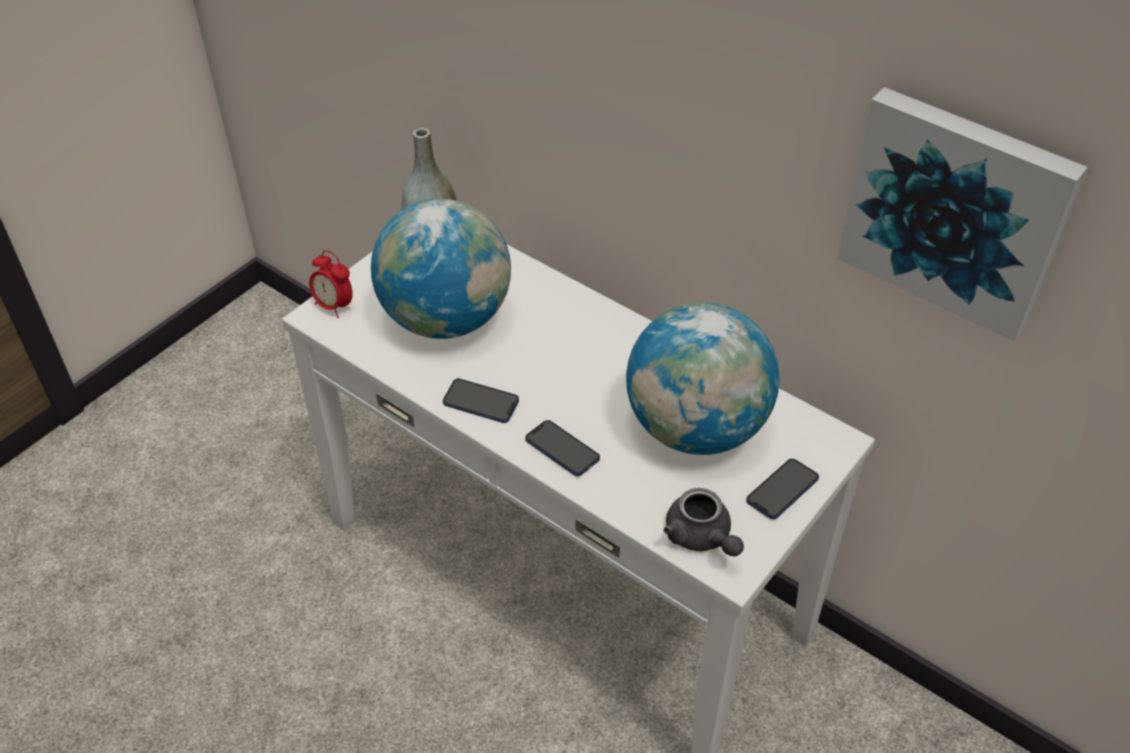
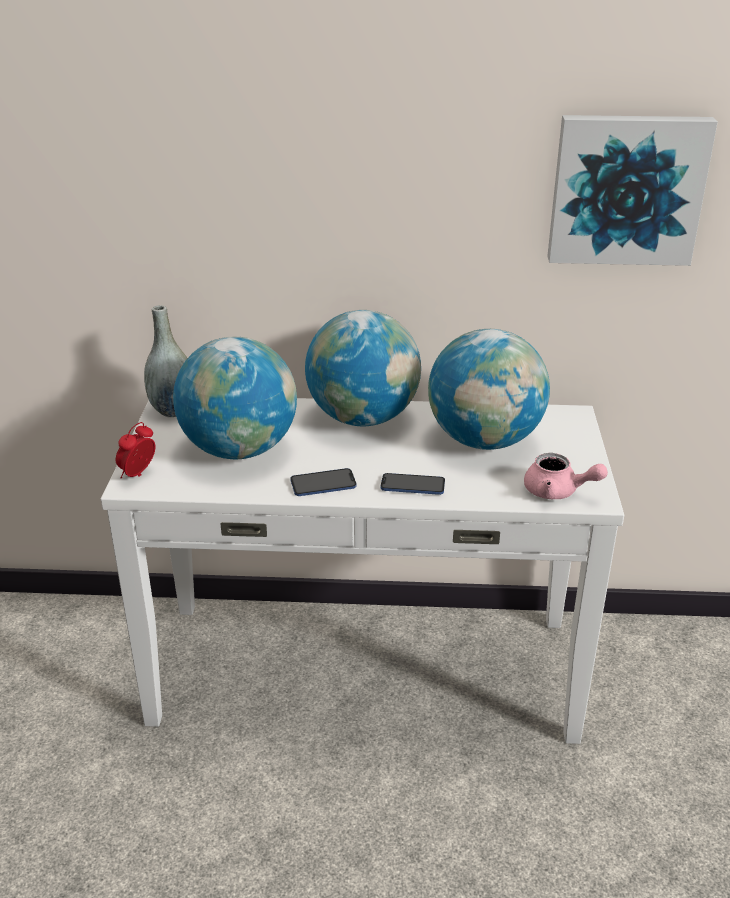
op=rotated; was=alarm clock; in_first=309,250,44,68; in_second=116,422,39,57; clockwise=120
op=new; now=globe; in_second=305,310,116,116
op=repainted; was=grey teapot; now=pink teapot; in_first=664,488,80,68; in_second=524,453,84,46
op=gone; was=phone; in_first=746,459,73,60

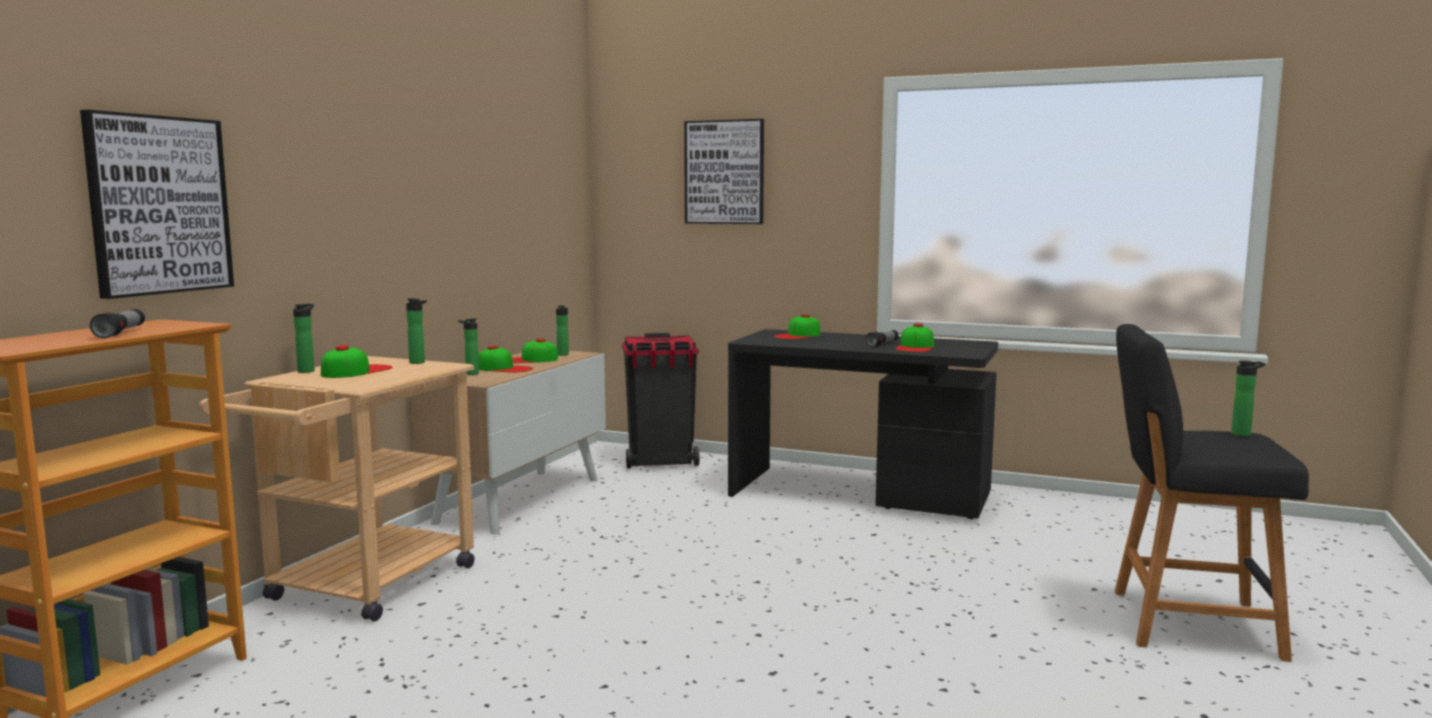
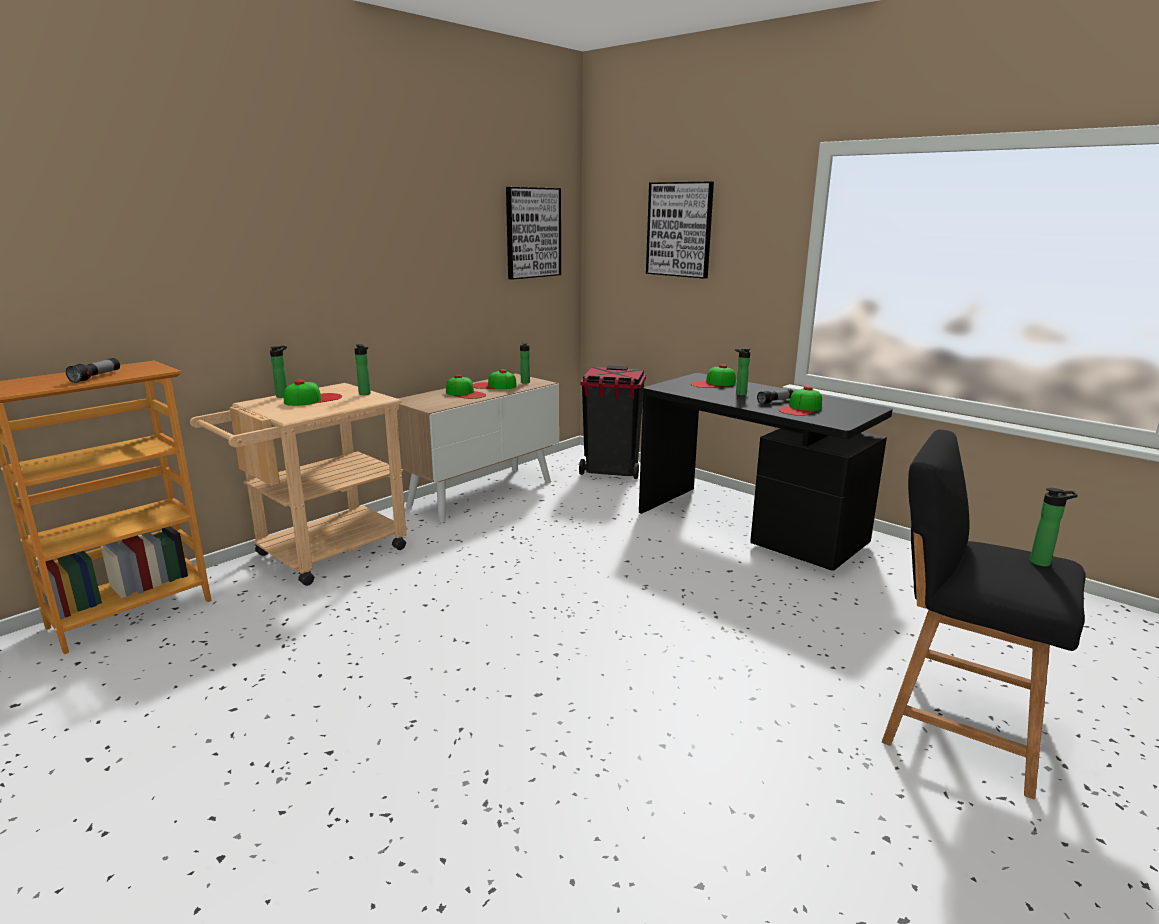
op=shifted; was=picture; in_first=80,110,154,189; in_second=506,187,55,93
op=shifted; was=bottle; in_first=458,318,21,57; in_second=735,348,15,48

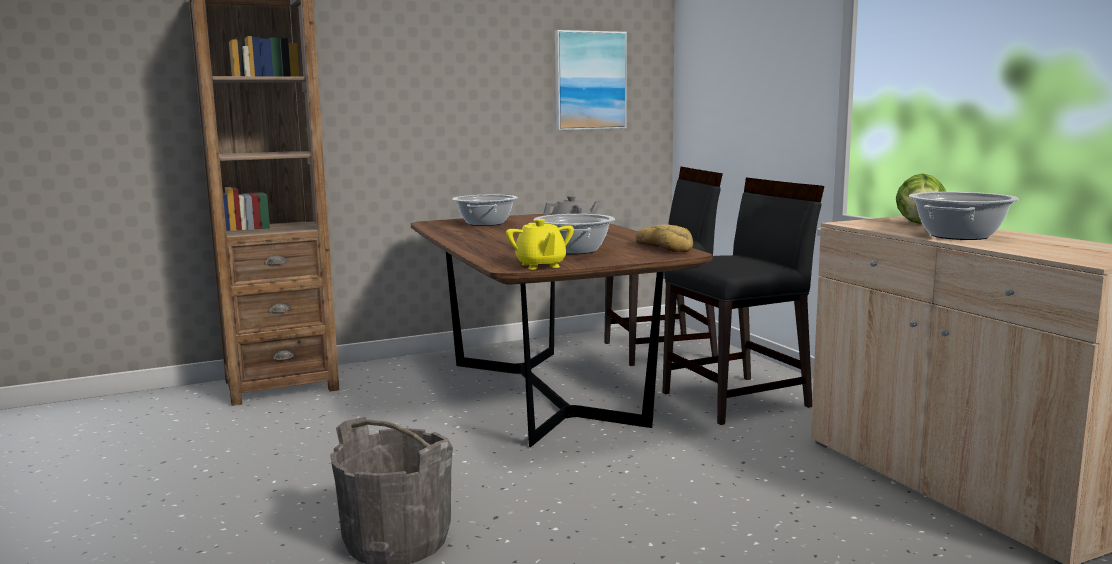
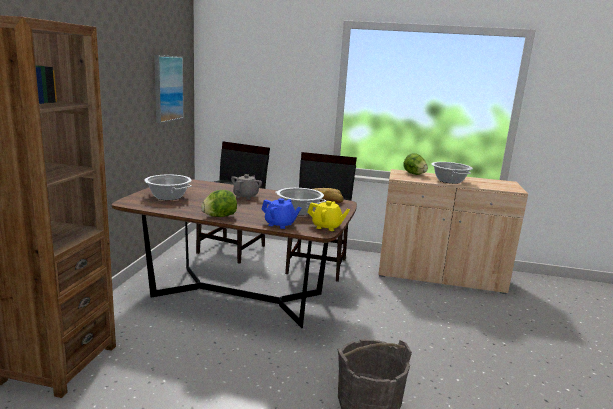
op=new; now=lettuce; in_second=201,190,36,27
op=new; now=blue teapot; in_second=262,198,39,31

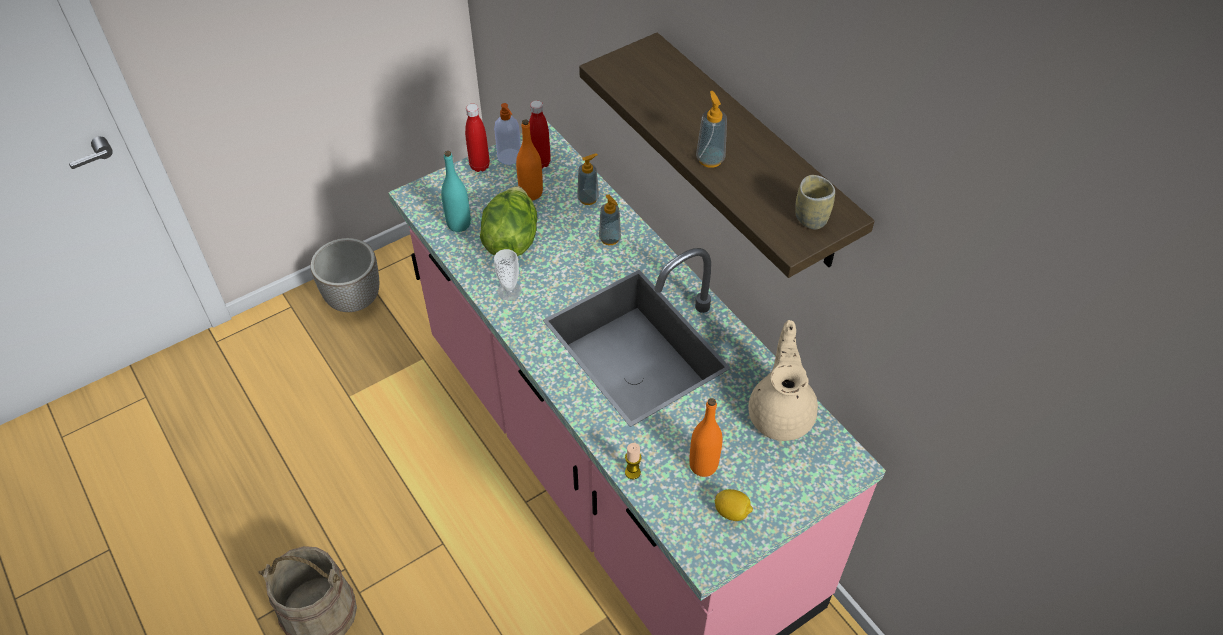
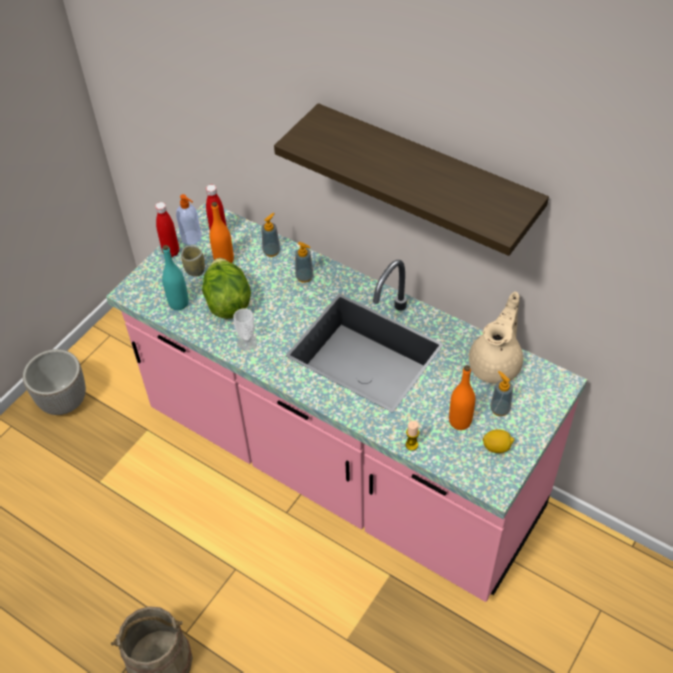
op=shifted; was=cup; in_first=795,175,40,54; in_second=181,246,24,31
op=rotated; was=beige teapot; in_first=748,320,70,121; in_second=469,292,54,92; clockwise=45
op=shifted; was=soap dispenser; in_first=696,91,31,77; in_second=490,371,23,45

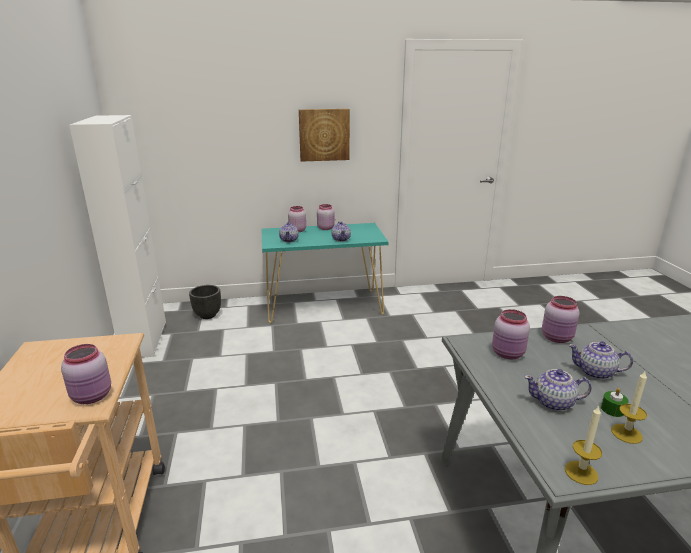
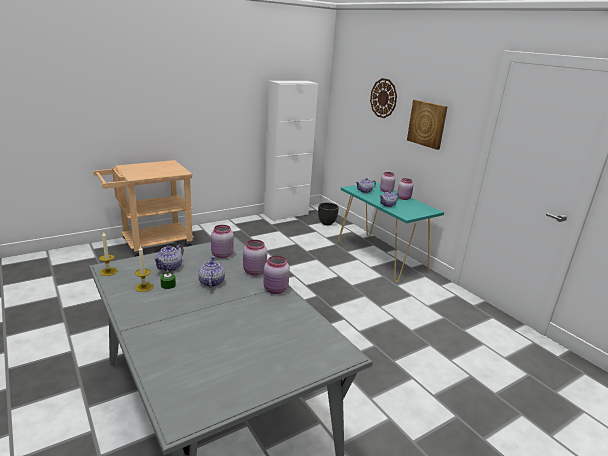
op=rotated; was=teapot; in_first=524,369,68,42; in_second=153,245,31,27; clockwise=-135
op=shifted; was=pink jar; in_first=61,344,50,60; in_second=263,256,27,38
op=new; now=wall clock; in_second=370,78,27,40

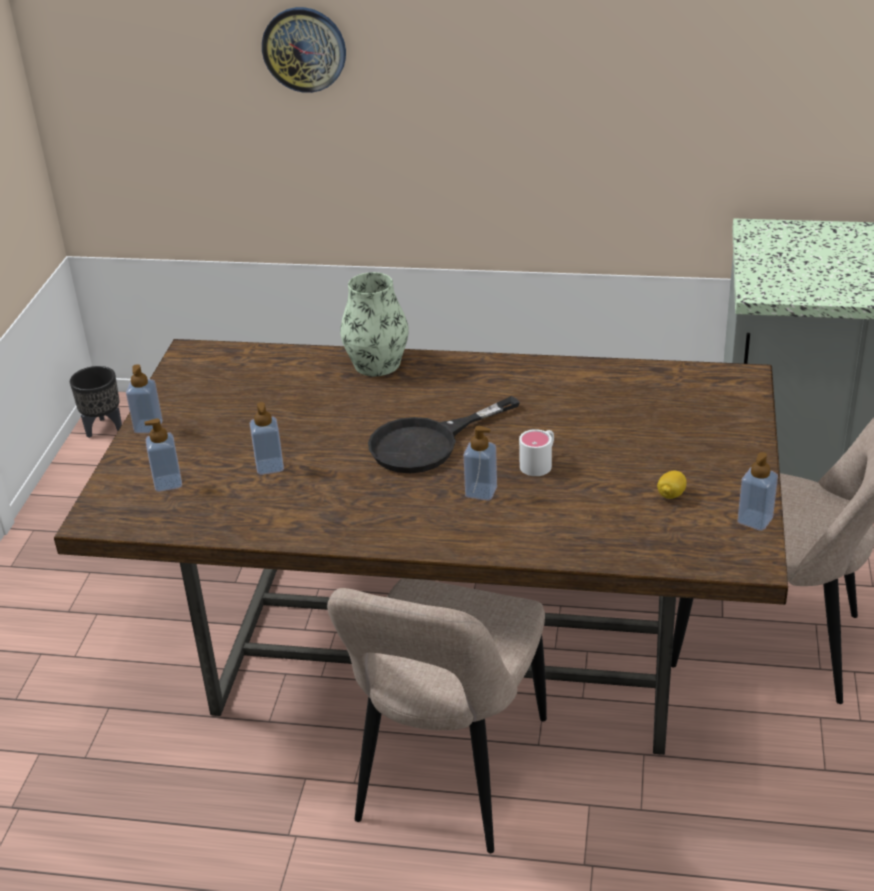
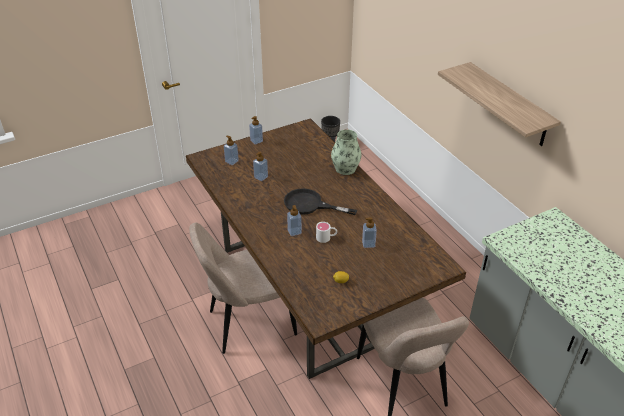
op=shifted; was=soap dispenser; in_first=737,452,41,79; in_second=362,217,15,31
op=new; now=shelf; in_second=438,62,123,84
op=gone; was=wall clock; in_first=262,7,84,86

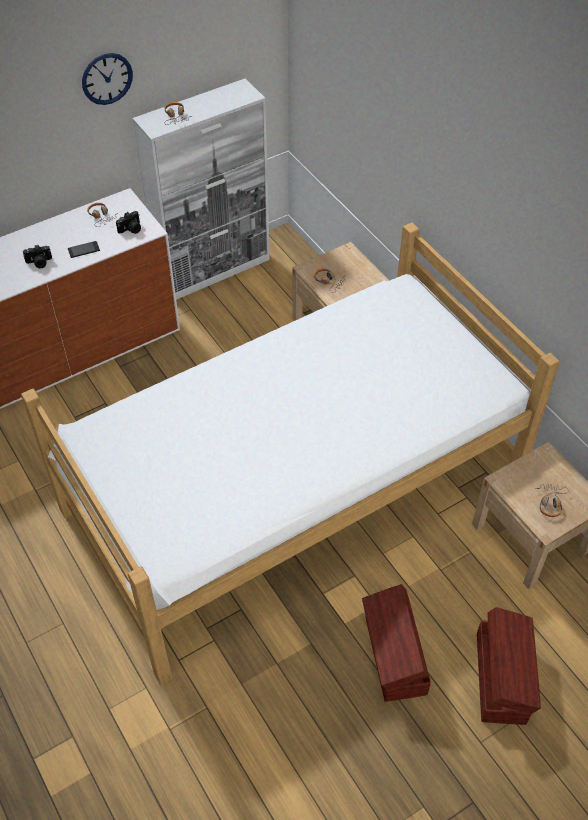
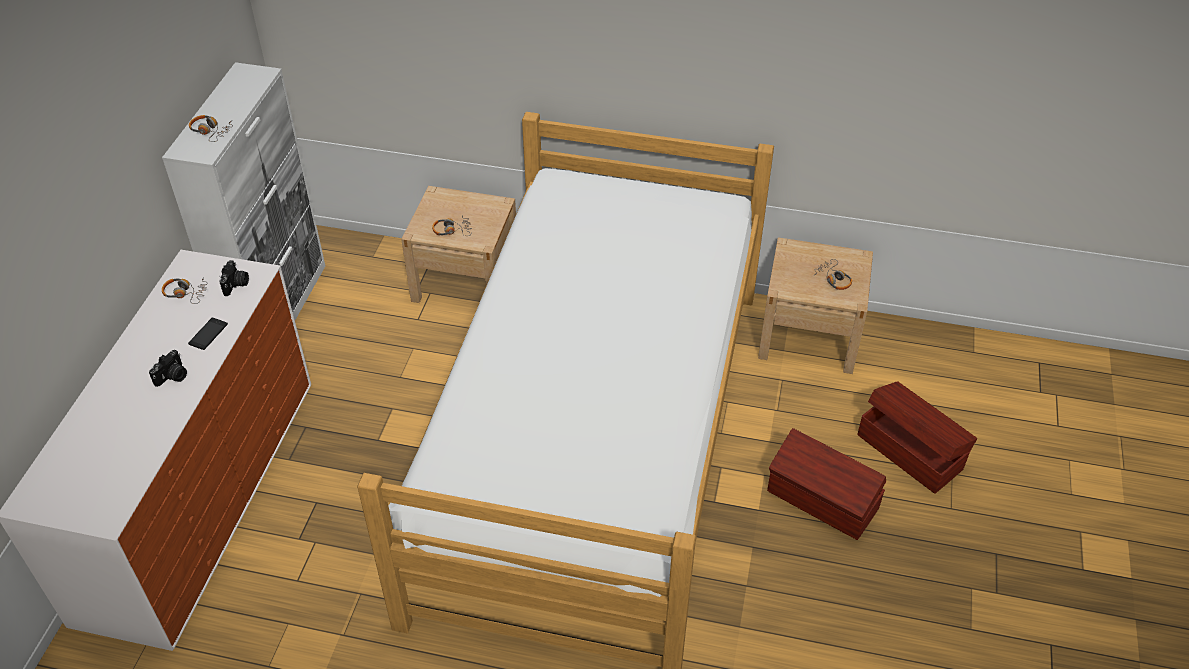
op=gone; was=wall clock; in_first=82,53,51,52

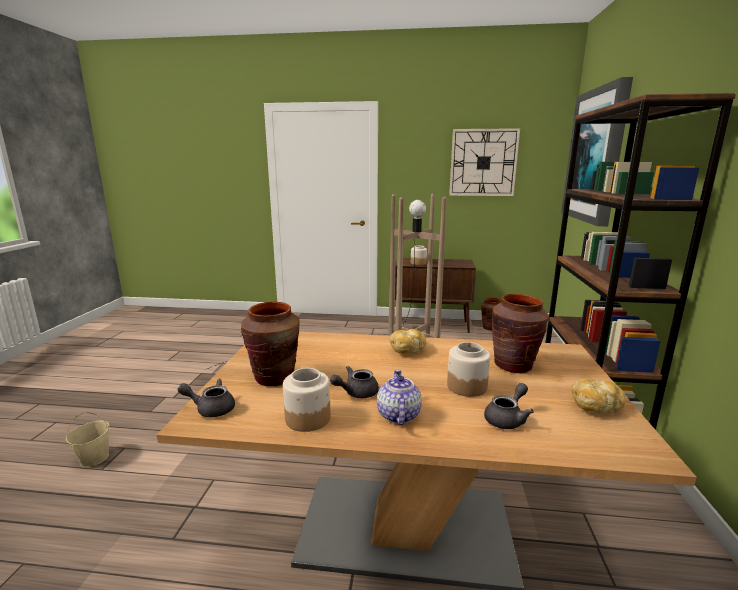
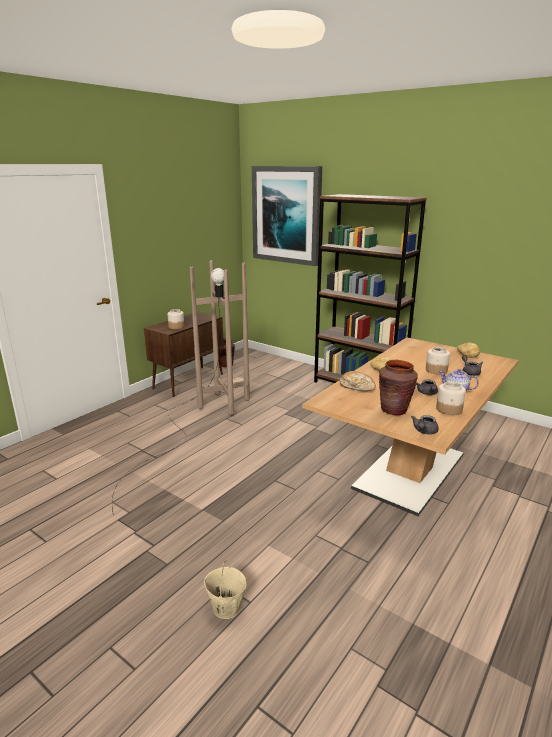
op=new; now=bread; in_second=339,371,37,20
op=gone; was=wall clock; in_first=449,128,71,68
op=gone; was=brown vase; in_first=492,294,57,79

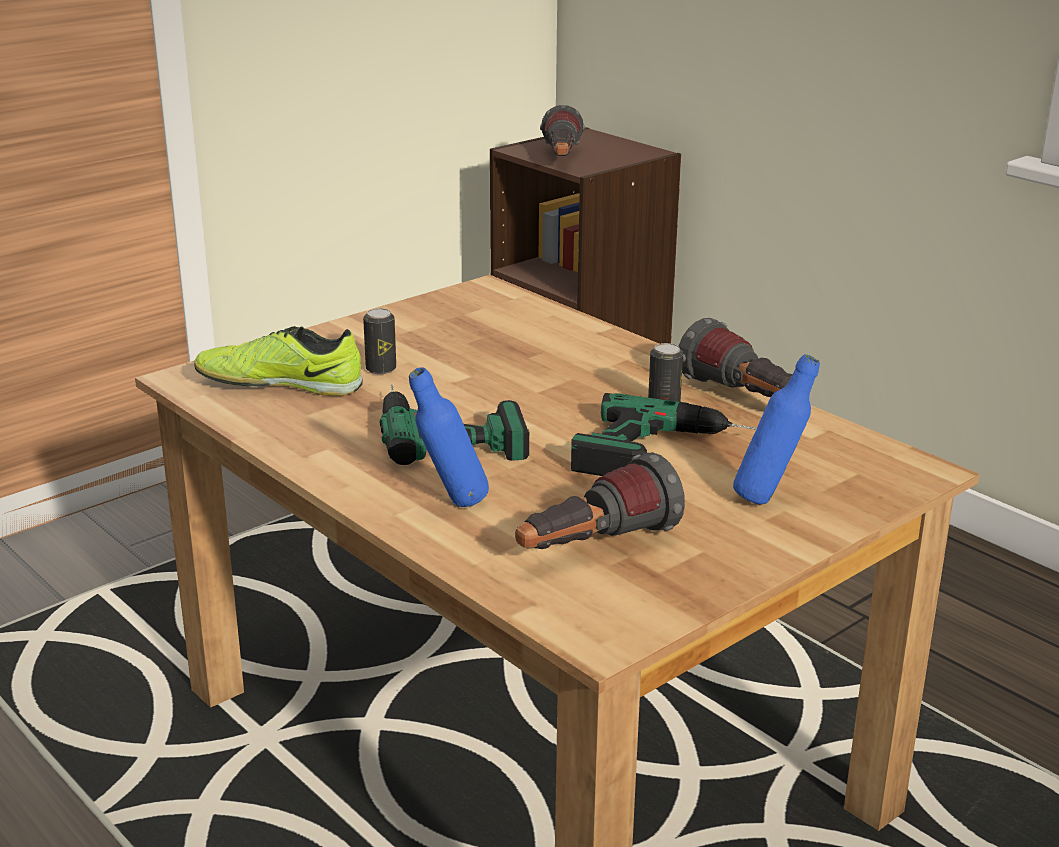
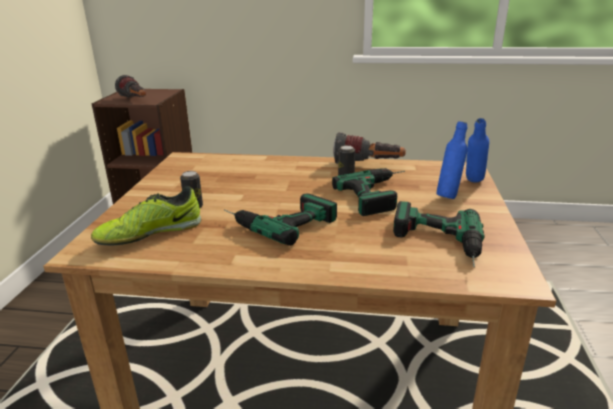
op=swapped; was=flashlight; now=power drill; in_first=515,452,170,97; in_second=393,201,91,66
op=shifted; was=blue bottle; in_first=409,367,80,140; in_second=466,118,23,65

